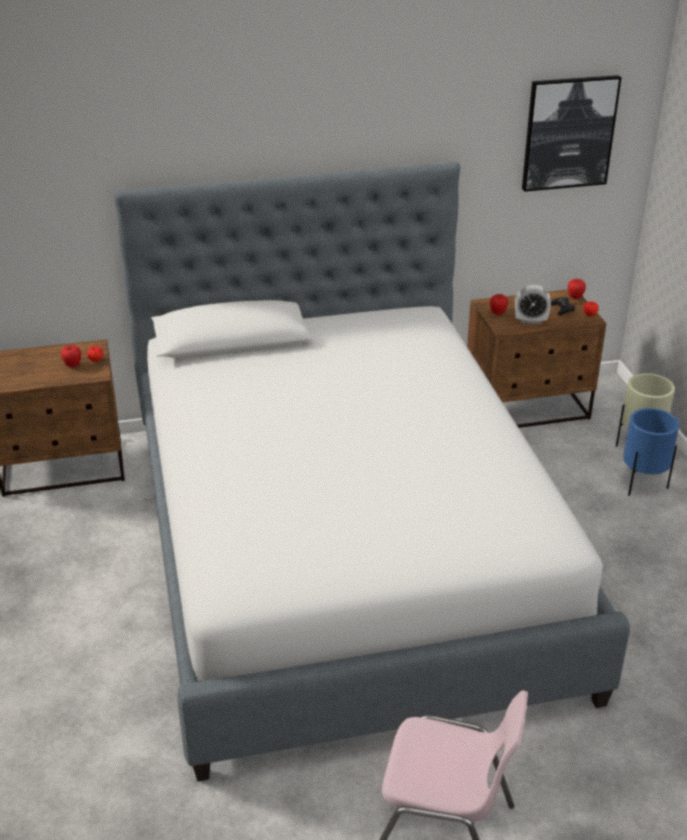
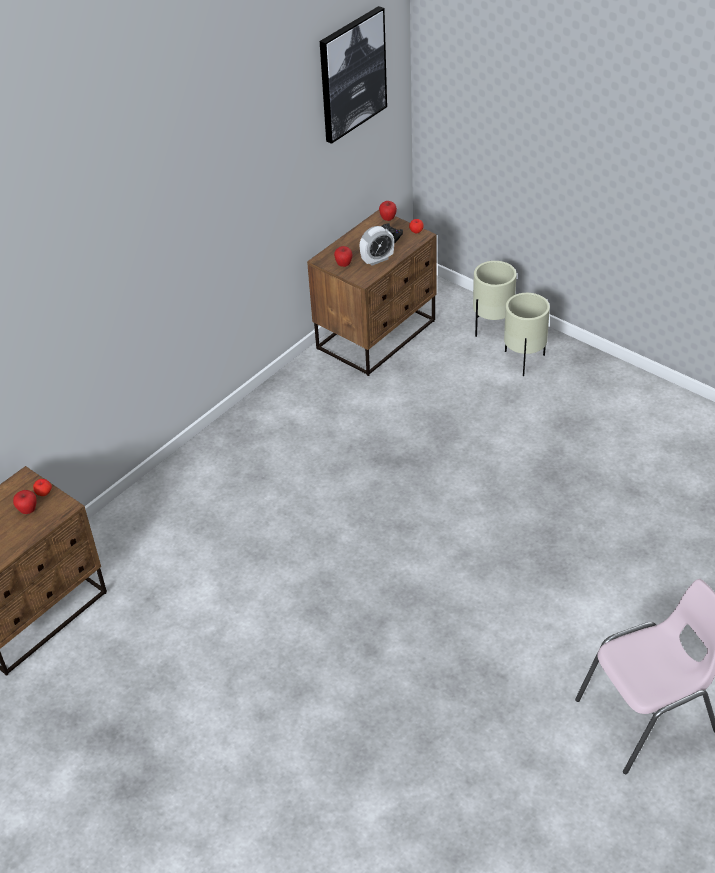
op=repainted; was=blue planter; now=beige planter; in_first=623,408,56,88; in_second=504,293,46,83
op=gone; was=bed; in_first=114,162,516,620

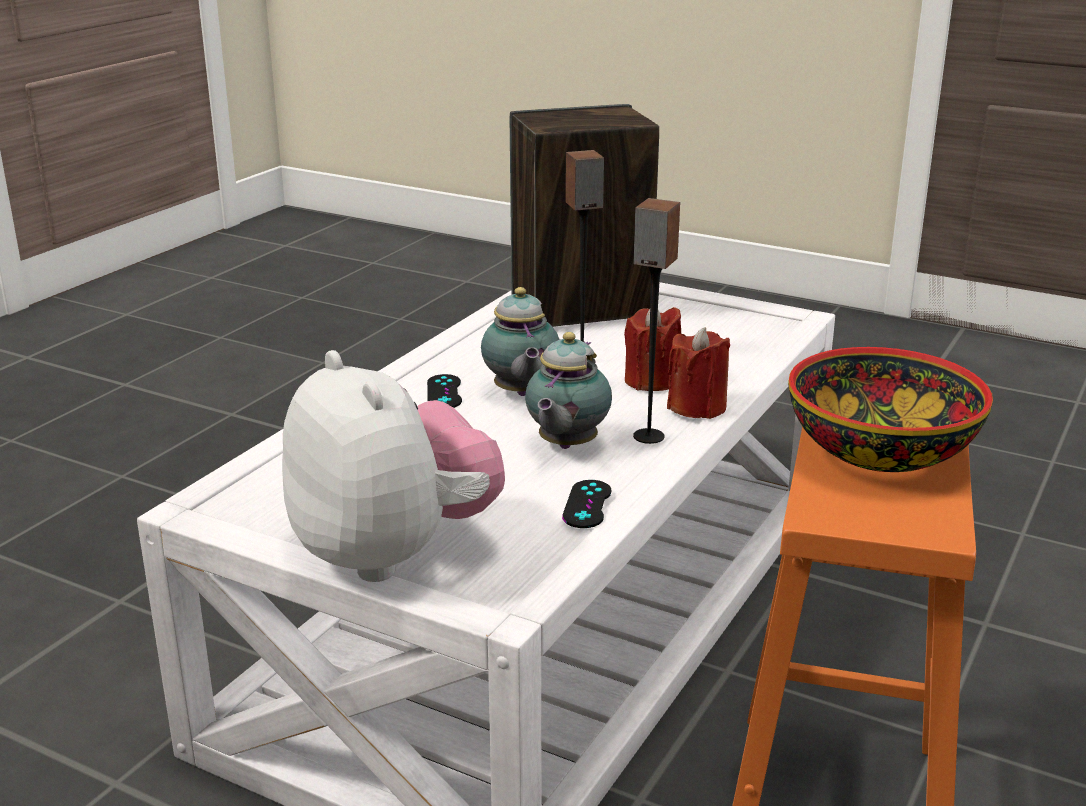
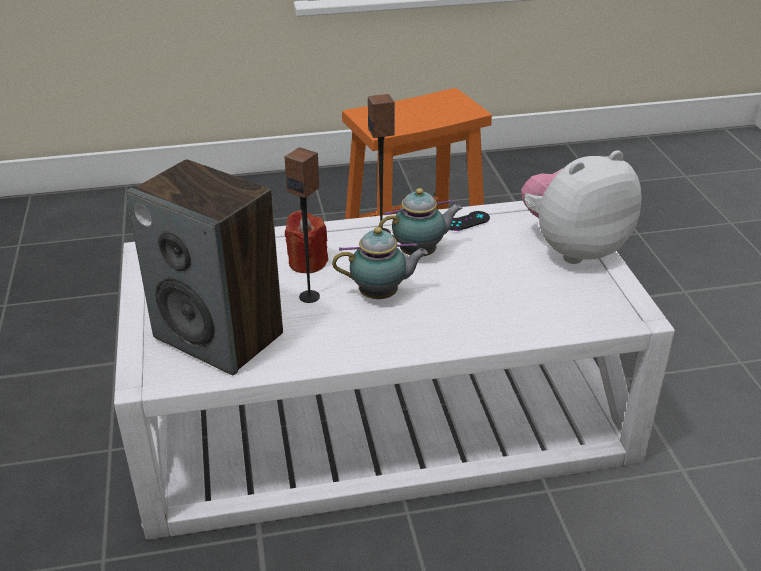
op=rotated; was=teapot; in_first=481,287,79,109; in_second=332,227,96,72; clockwise=45
op=rotated; was=plush toy; in_first=282,350,223,232; in_second=521,150,121,114; clockwise=45
op=gone; was=black game controller; in_first=427,374,35,34
op=gone; was=red candle; in_first=667,327,63,92
op=gone; was=bowl; in_first=788,347,205,125

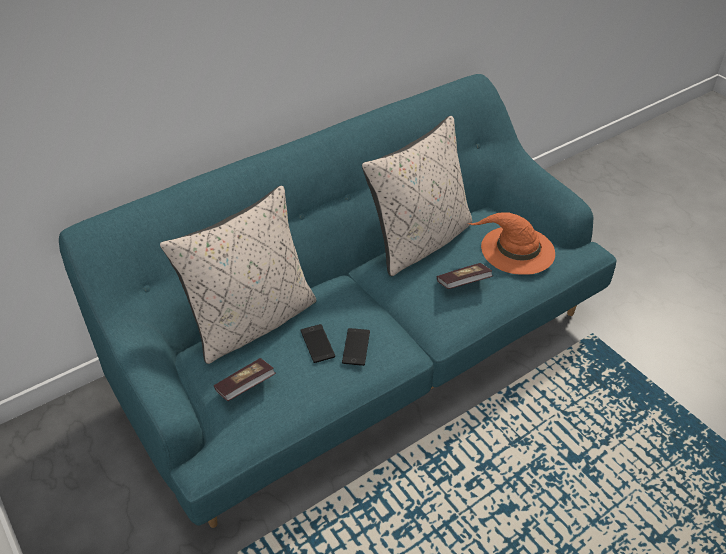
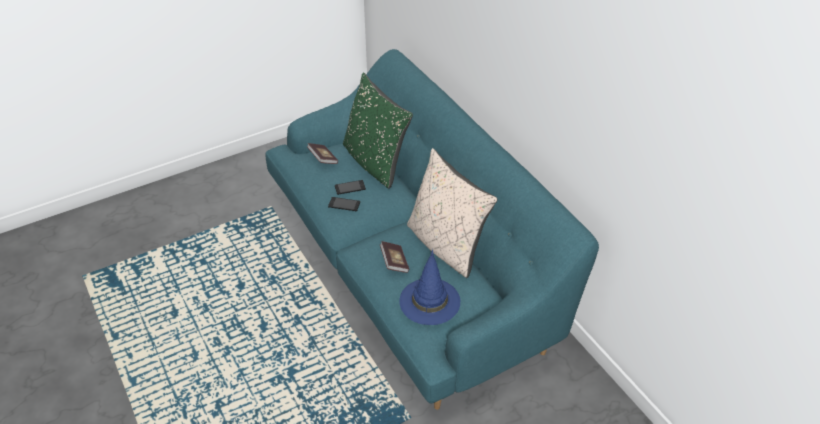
op=repainted; was=beige pillow; now=green pillow; in_first=160,186,156,178; in_second=343,73,70,116
op=repainted; was=orange hat; now=blue hat; in_first=468,212,87,63; in_second=399,249,61,76

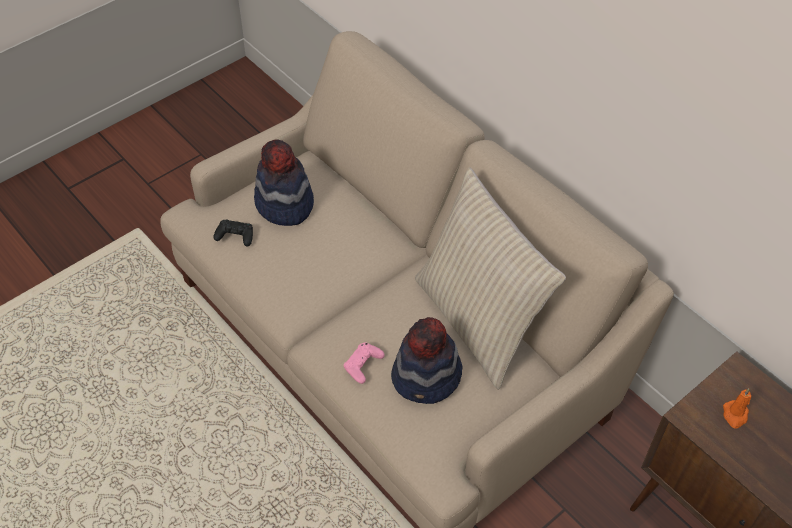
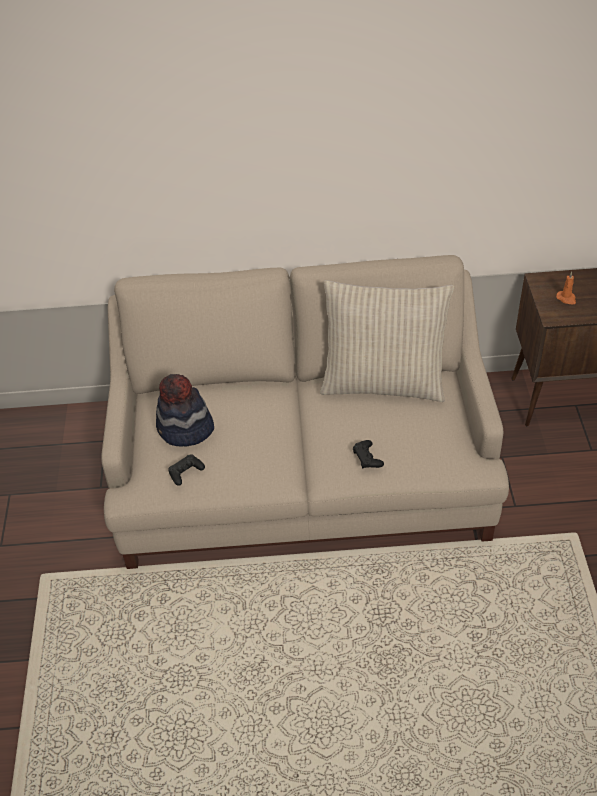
op=repainted; was=pink game controller; now=black game controller; in_first=344,342,41,42; in_second=353,440,31,28
op=gone; was=hat; in_first=391,317,72,87

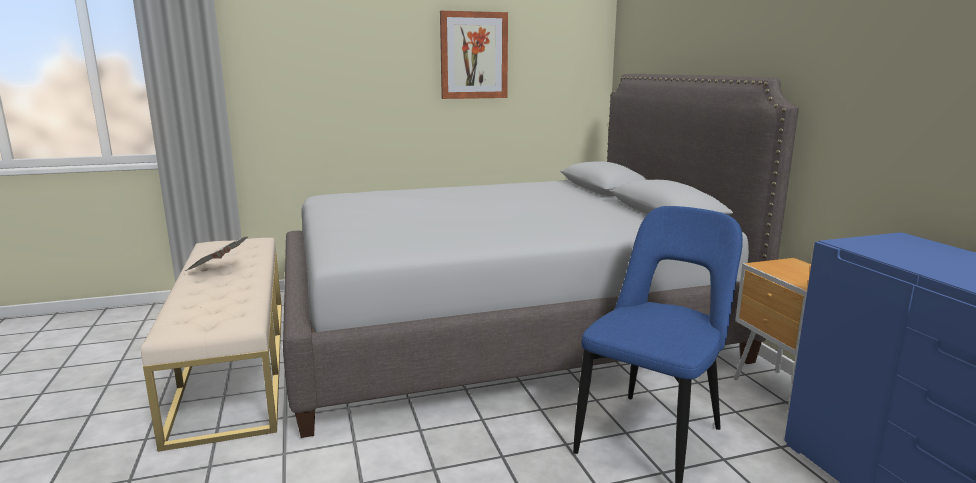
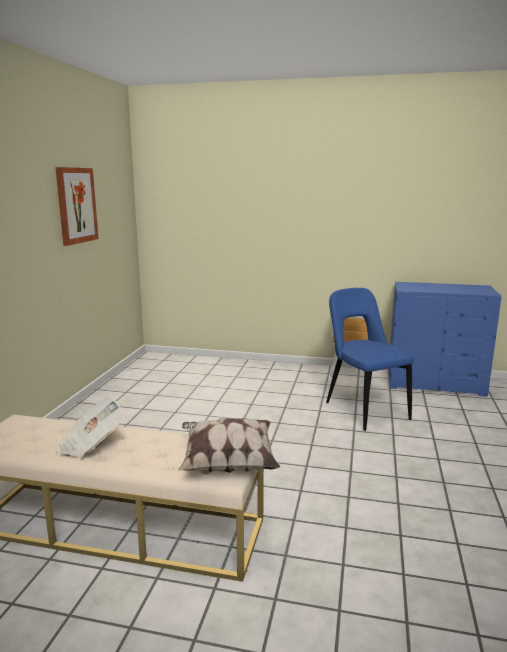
op=new; now=pillow; in_second=178,418,102,55
op=gone; was=grey bed; in_first=283,74,516,364

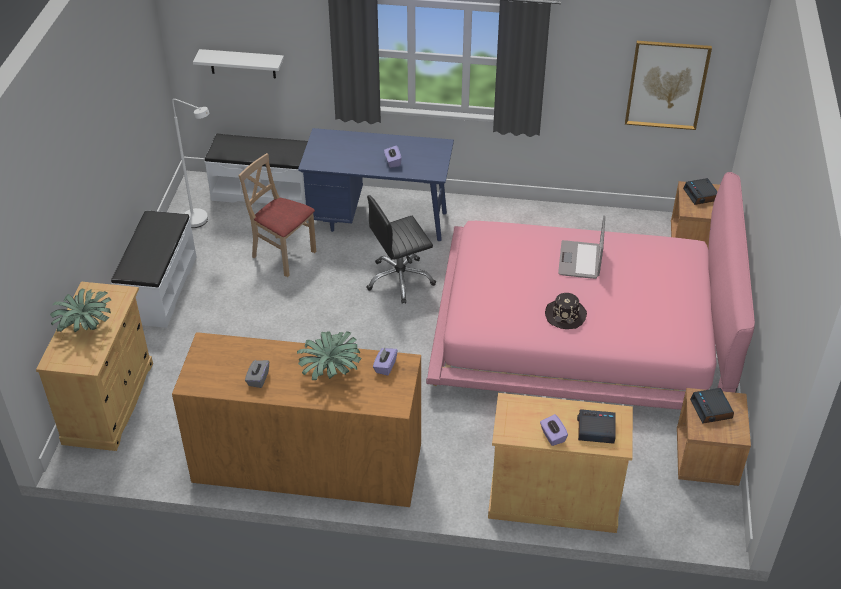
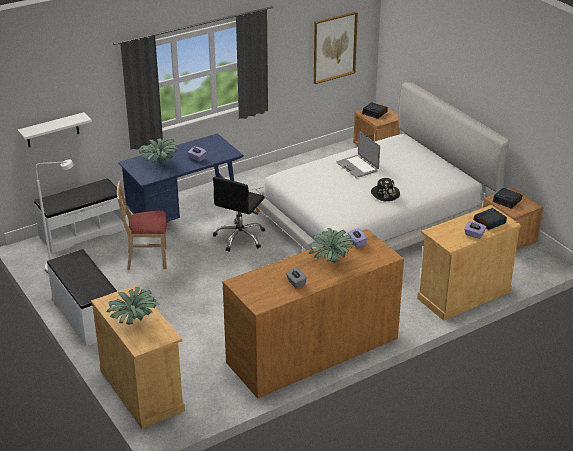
op=new; now=potted plant; in_second=139,137,39,26
op=repainted; was=pink bed; now=white bed; in_first=426,172,329,238; in_second=249,82,260,169

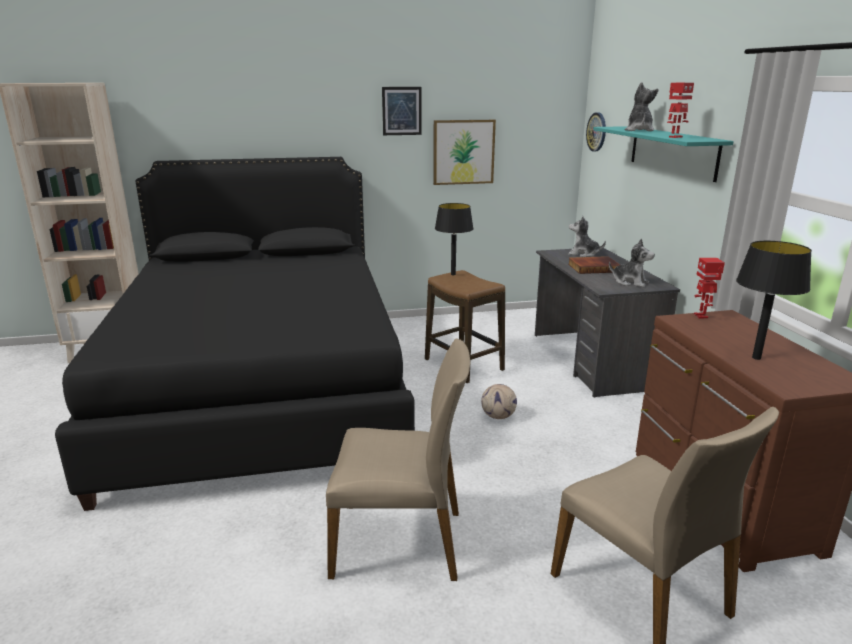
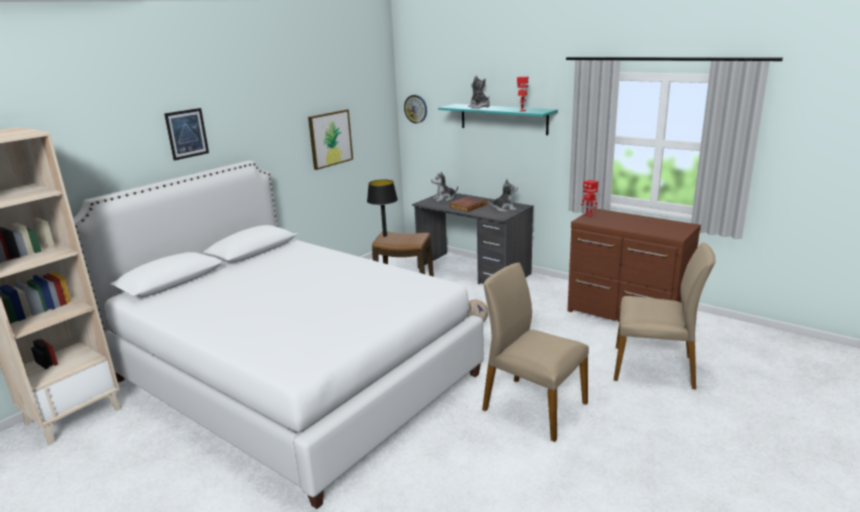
op=repainted; was=black bed; now=white bed; in_first=55,157,360,354; in_second=73,161,411,348
op=shifted; was=picture; in_first=382,87,40,48; in_second=164,108,45,53
op=rotated; was=beige chair; in_first=326,339,144,242; in_second=482,263,107,179; clockwise=-105
op=gone; was=black table lamp; in_first=736,241,76,119

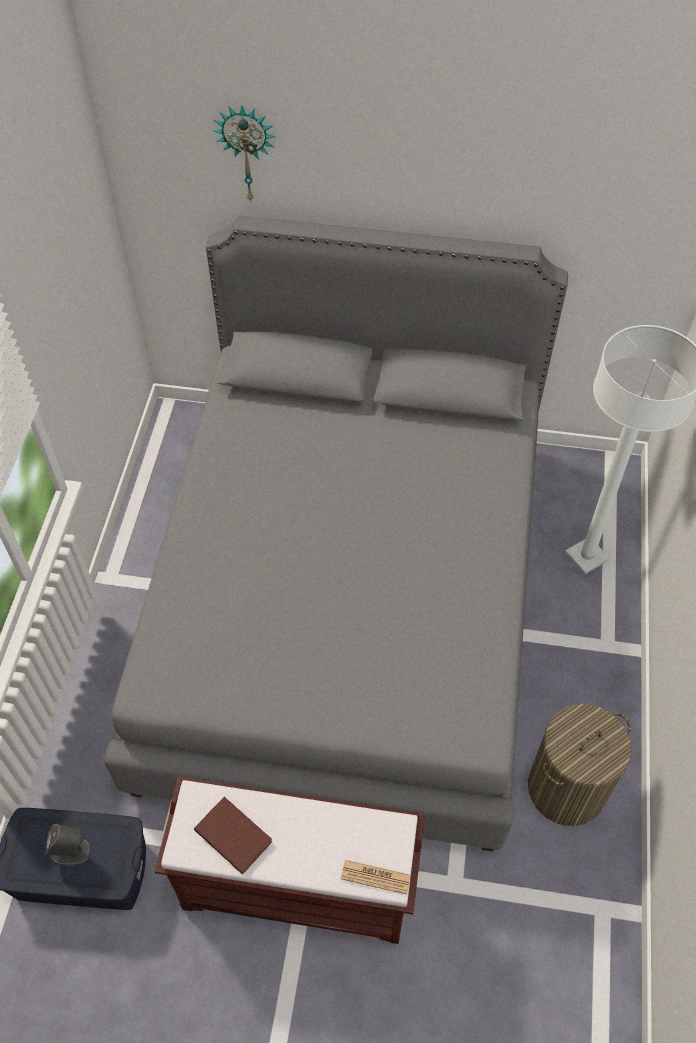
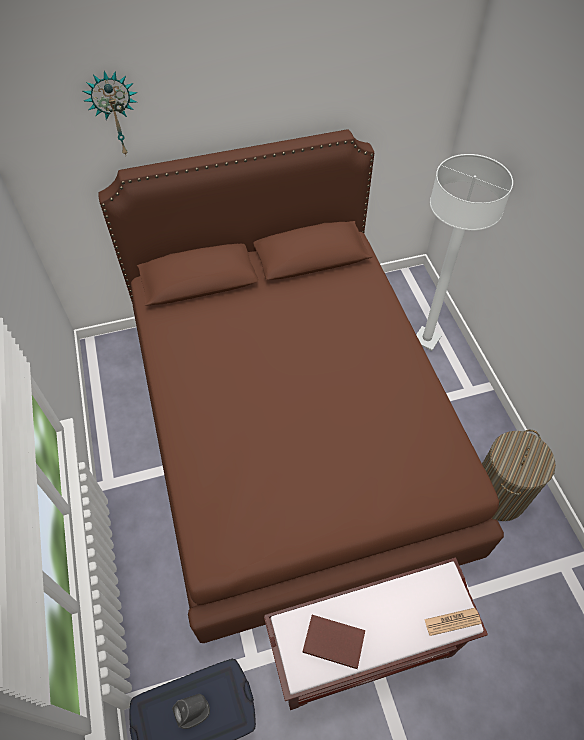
op=repainted; was=grey bed; now=brown bed; in_first=104,216,464,635; in_second=98,129,406,514

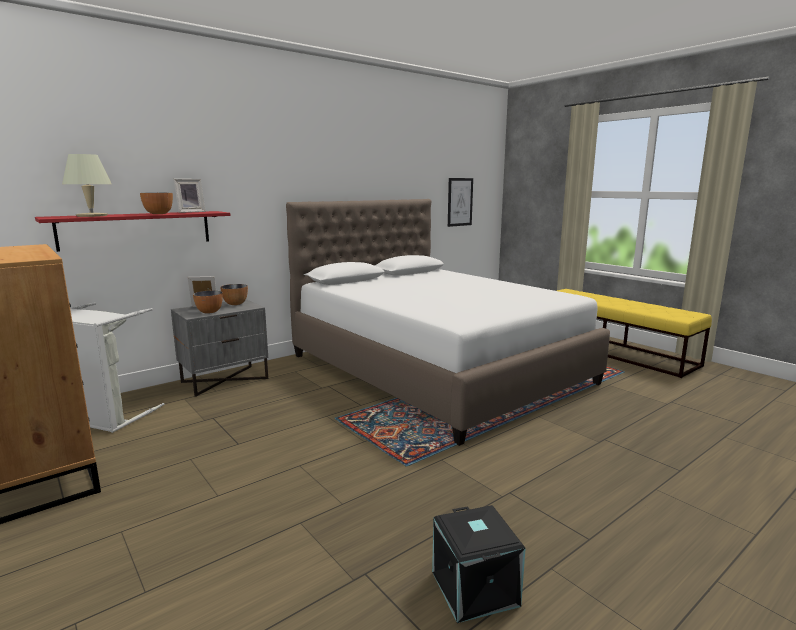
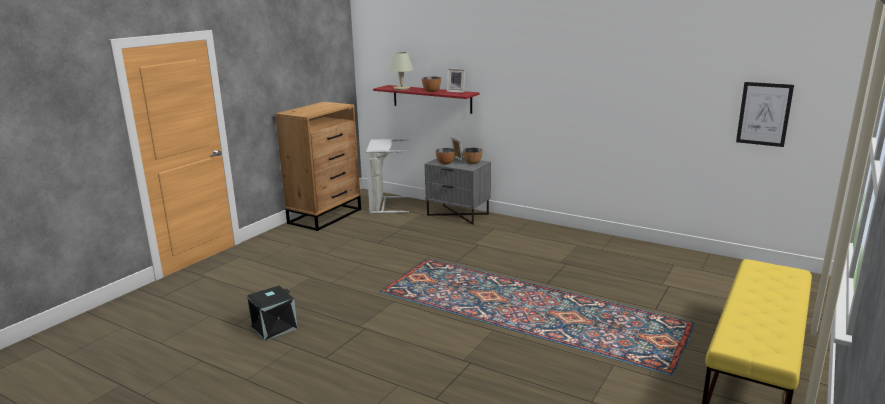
op=gone; was=white bed; in_first=286,199,324,247

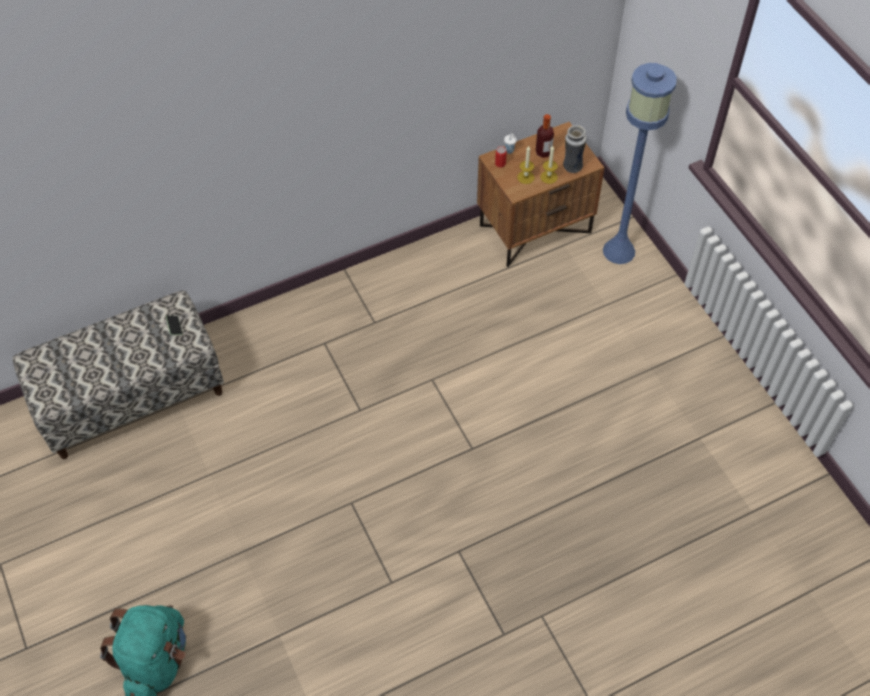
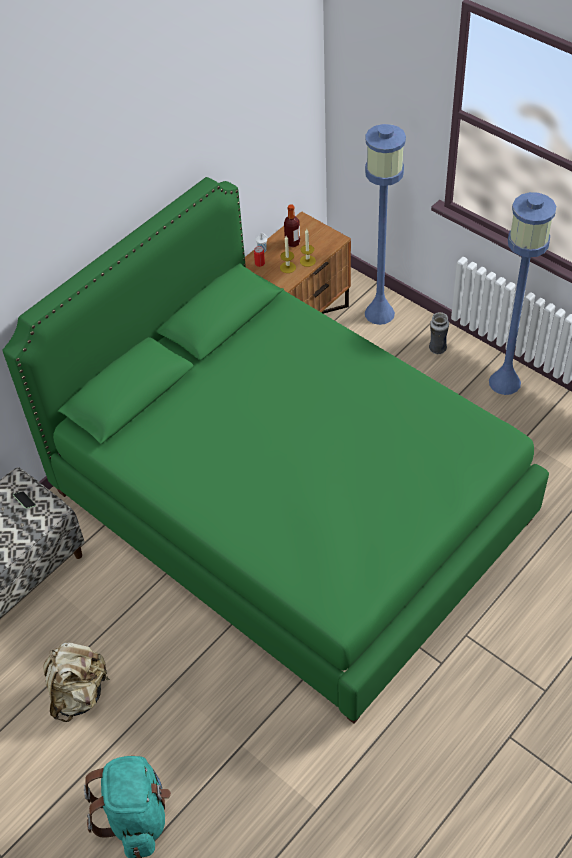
op=new; now=green bed; in_second=3,177,546,547
op=new; now=beige backpack; in_second=43,643,67,79
op=shifted; was=vase; in_first=563,125,23,48; in_second=429,312,20,42
op=new; now=blue floor lamp; in_second=489,192,67,203

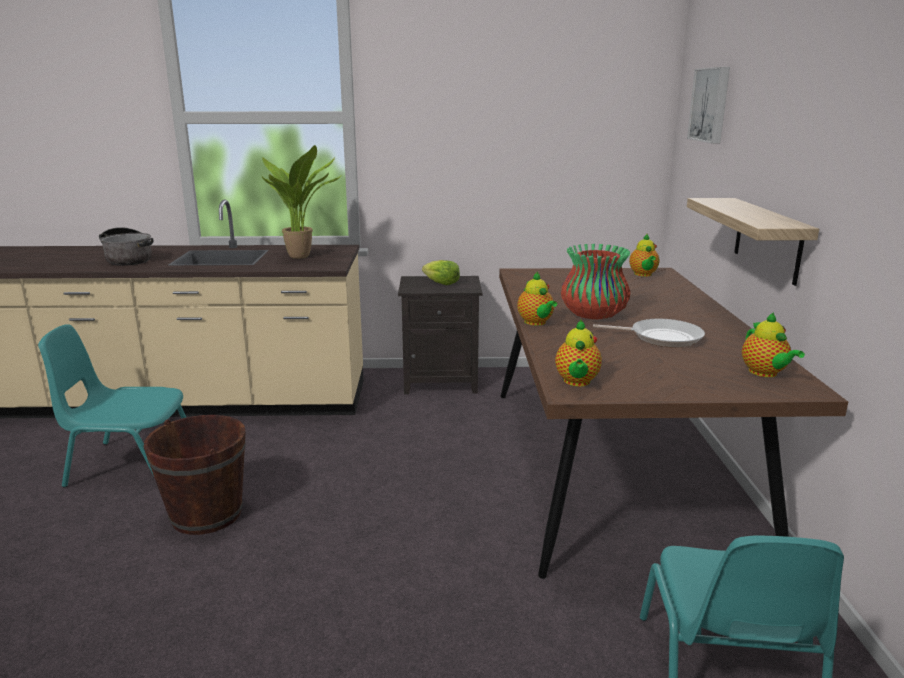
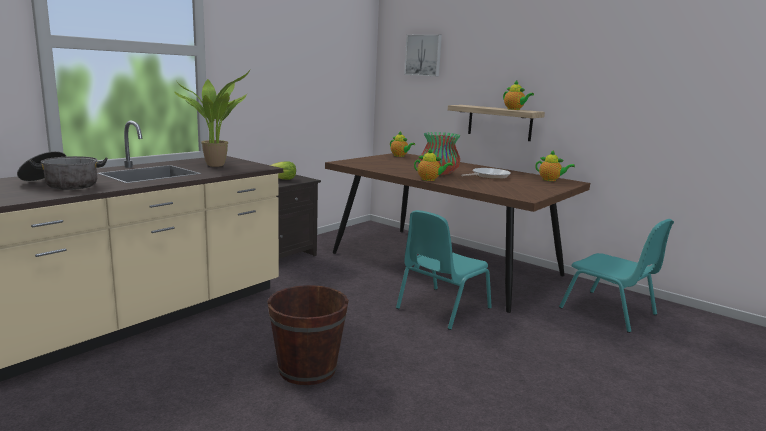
op=shifted; was=turquoise chair; in_first=38,324,148,163; in_second=396,210,96,120
op=shifted; was=teapot; in_first=555,320,47,66; in_second=503,81,31,29

